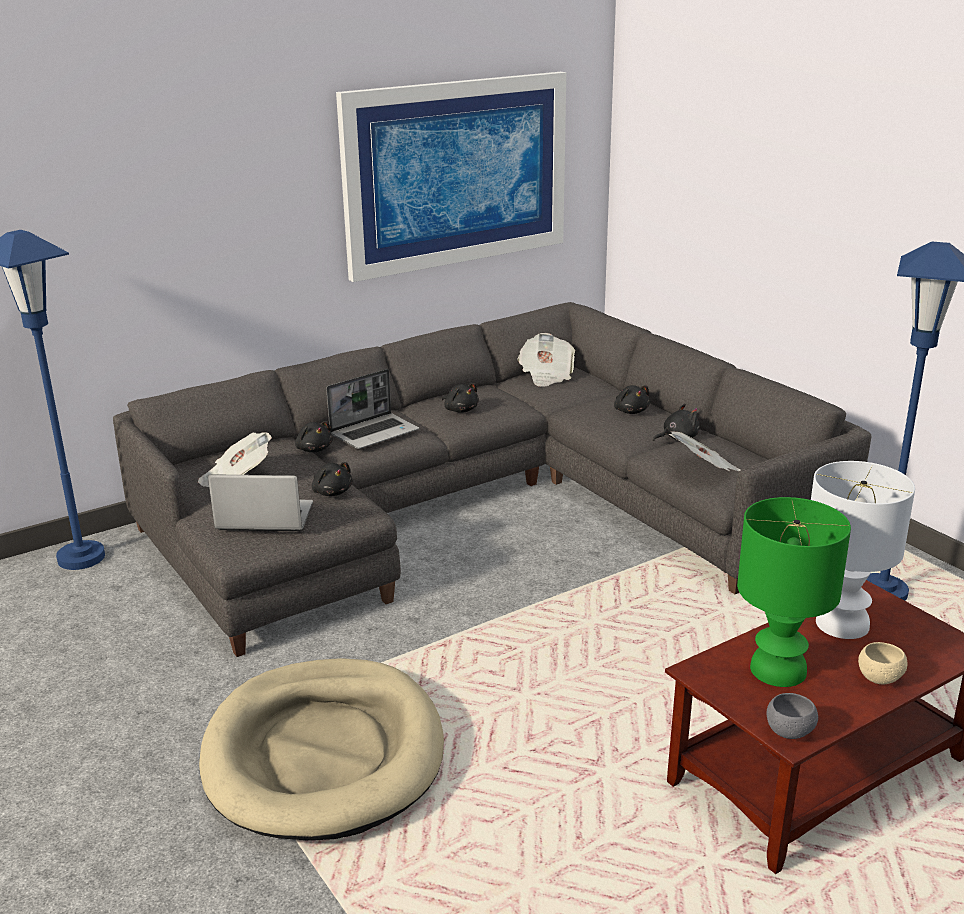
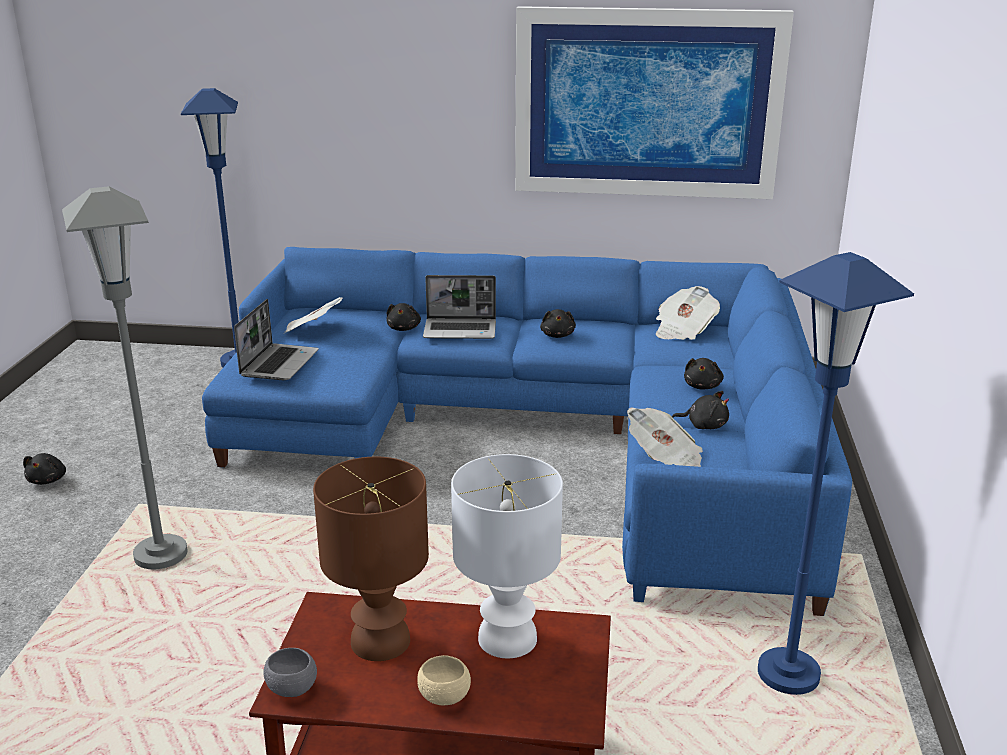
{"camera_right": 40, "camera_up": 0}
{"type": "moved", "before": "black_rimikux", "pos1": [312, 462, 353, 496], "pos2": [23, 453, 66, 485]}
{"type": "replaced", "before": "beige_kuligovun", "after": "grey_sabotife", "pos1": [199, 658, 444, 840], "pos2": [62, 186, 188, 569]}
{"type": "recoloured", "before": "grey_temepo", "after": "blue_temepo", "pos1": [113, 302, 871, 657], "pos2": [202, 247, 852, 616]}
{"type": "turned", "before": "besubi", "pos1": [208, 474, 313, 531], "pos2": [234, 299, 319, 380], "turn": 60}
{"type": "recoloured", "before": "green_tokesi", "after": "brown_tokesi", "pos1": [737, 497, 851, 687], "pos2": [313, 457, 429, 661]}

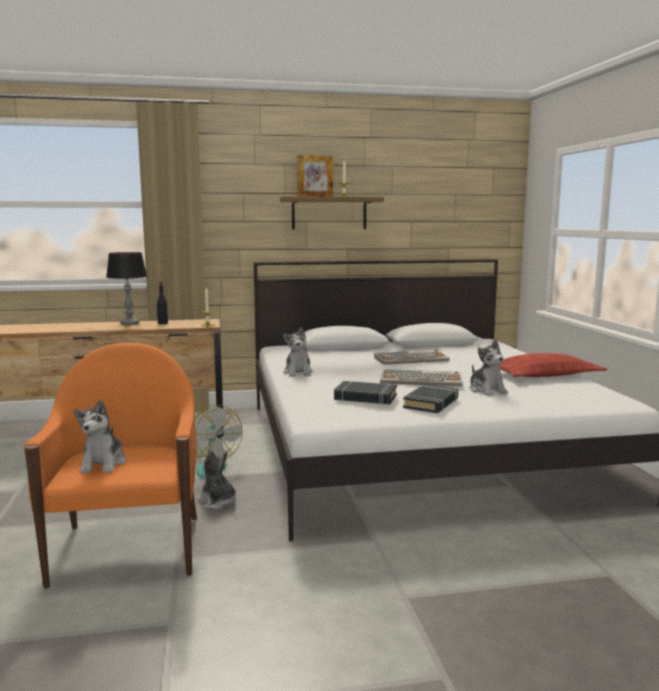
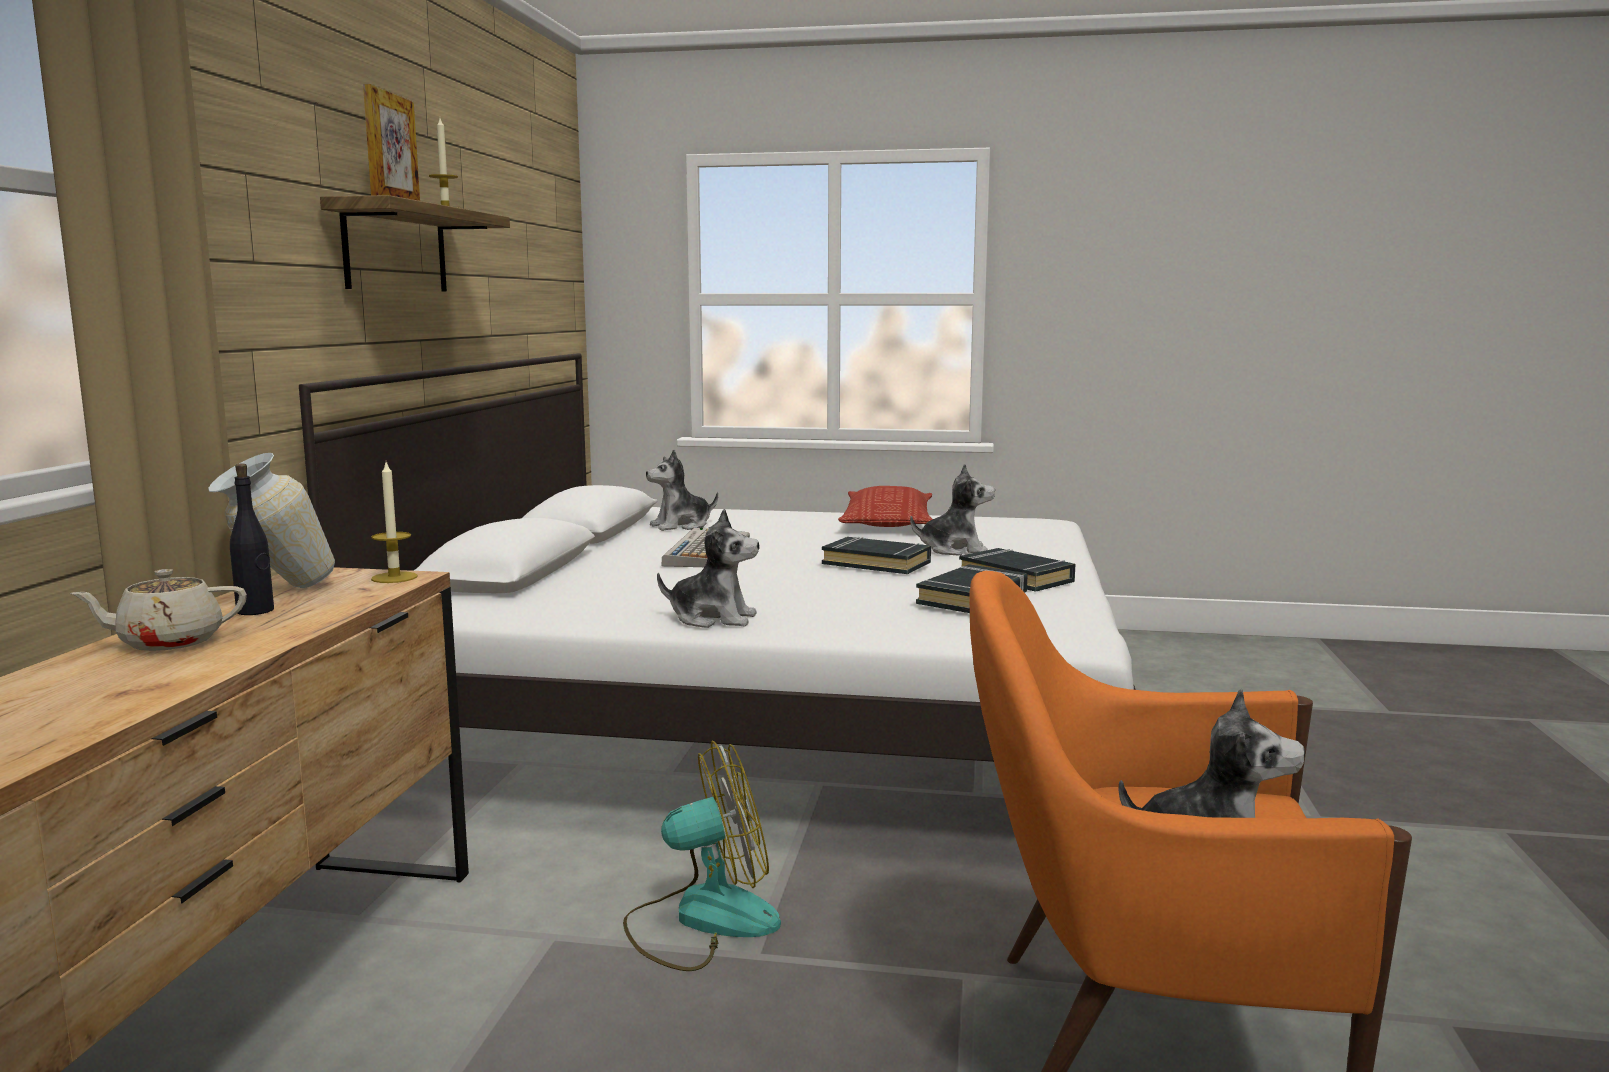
{"camera_right": -70, "camera_up": 0}
{"type": "replaced", "before": "tokesi", "after": "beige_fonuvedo", "pos1": [106, 252, 147, 325], "pos2": [70, 569, 247, 651]}
{"type": "added", "after": "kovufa", "pos2": [208, 453, 335, 588]}
{"type": "moved", "before": "rimikux", "pos1": [197, 449, 236, 510], "pos2": [646, 450, 718, 531]}
{"type": "replaced", "before": "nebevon", "after": "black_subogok", "pos1": [380, 369, 462, 387], "pos2": [822, 537, 931, 574]}

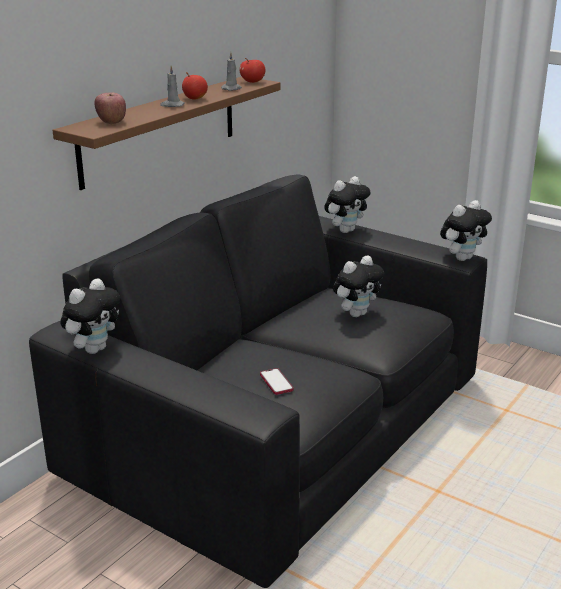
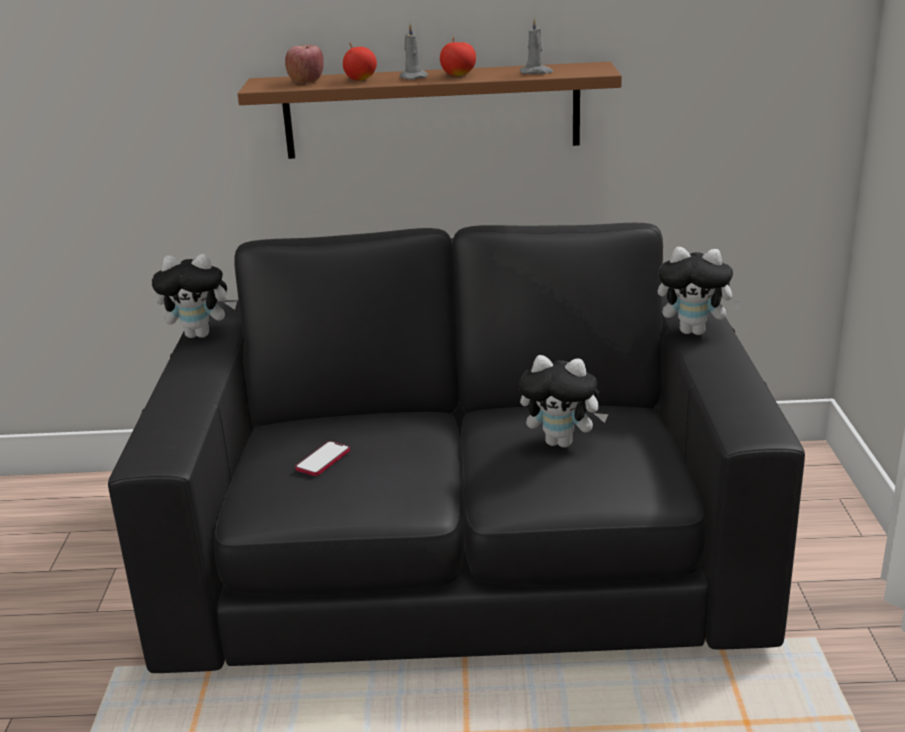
{"camera_right": 55, "camera_up": 0}
{"type": "moved", "before": "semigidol", "pos1": [239, 58, 265, 83], "pos2": [343, 43, 377, 81]}
{"type": "removed", "before": "rimikux", "pos1": [440, 200, 492, 261]}

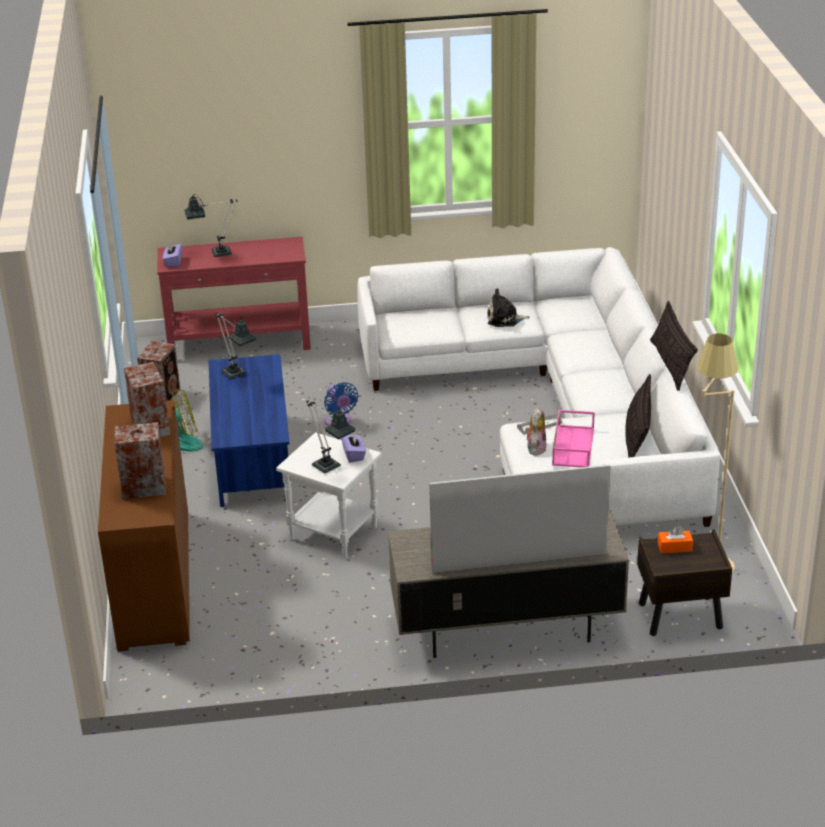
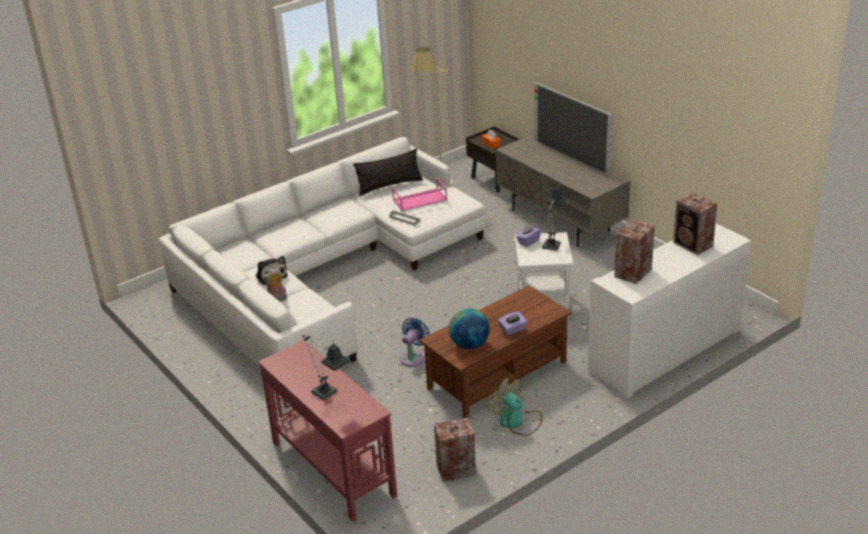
{"camera_right": -120, "camera_up": 0}
{"type": "moved", "before": "rimikux", "pos1": [525, 408, 546, 456], "pos2": [261, 268, 287, 302]}
{"type": "recoloured", "before": "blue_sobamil", "after": "brown_sobamil", "pos1": [209, 354, 290, 507], "pos2": [420, 285, 571, 418]}
{"type": "replaced", "before": "tokesi", "after": "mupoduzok", "pos1": [216, 313, 256, 379], "pos2": [449, 308, 490, 349]}
{"type": "moved", "before": "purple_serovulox", "pos1": [163, 242, 182, 267], "pos2": [498, 312, 527, 336]}
{"type": "recoloured", "before": "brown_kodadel", "after": "white_kodadel", "pos1": [98, 400, 190, 652], "pos2": [588, 223, 751, 398]}
{"type": "removed", "before": "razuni", "pos1": [650, 301, 698, 391]}

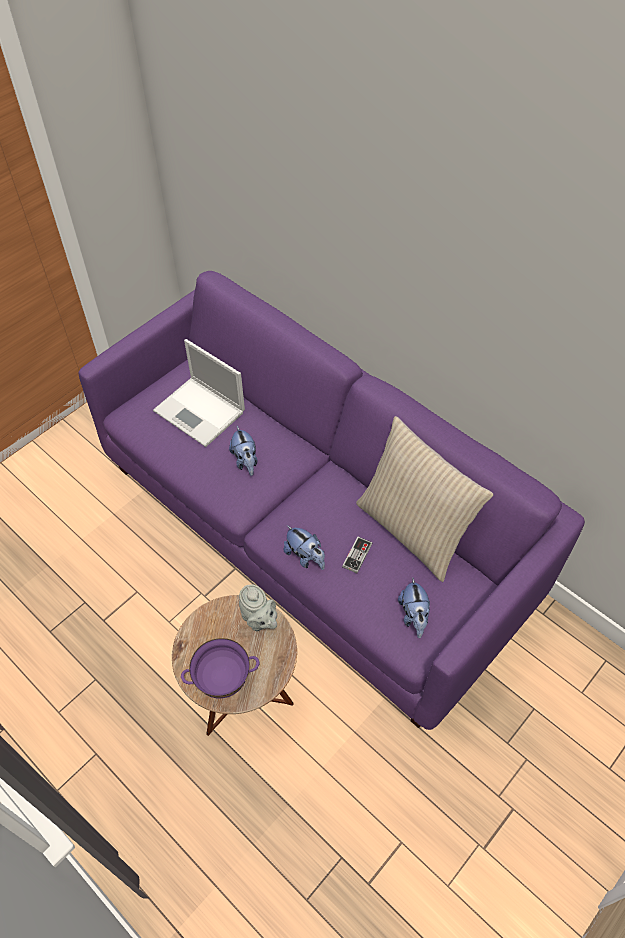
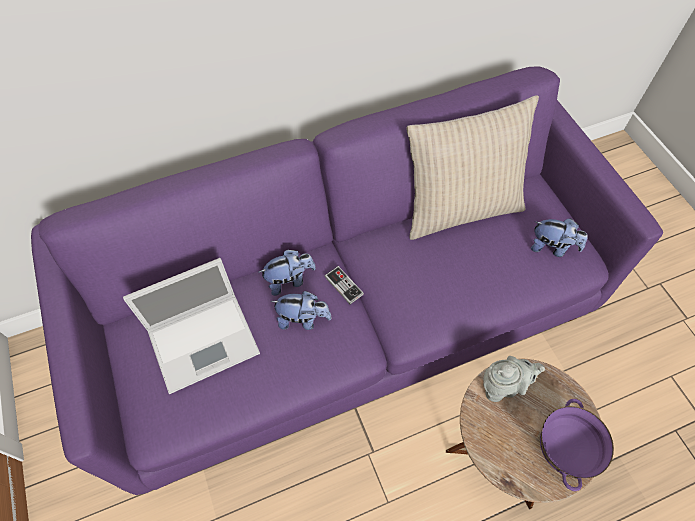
{"camera_right": -65, "camera_up": 5}
{"type": "moved", "before": "rimikux", "pos1": [284, 525, 325, 570], "pos2": [259, 249, 316, 296]}
{"type": "moved", "before": "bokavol", "pos1": [342, 537, 372, 573], "pos2": [325, 266, 364, 304]}

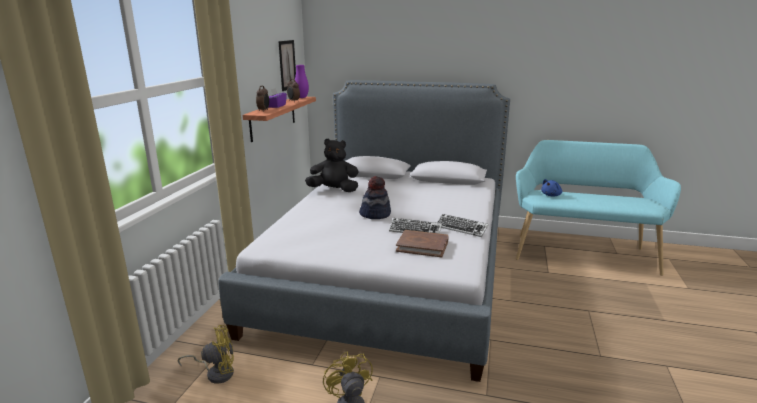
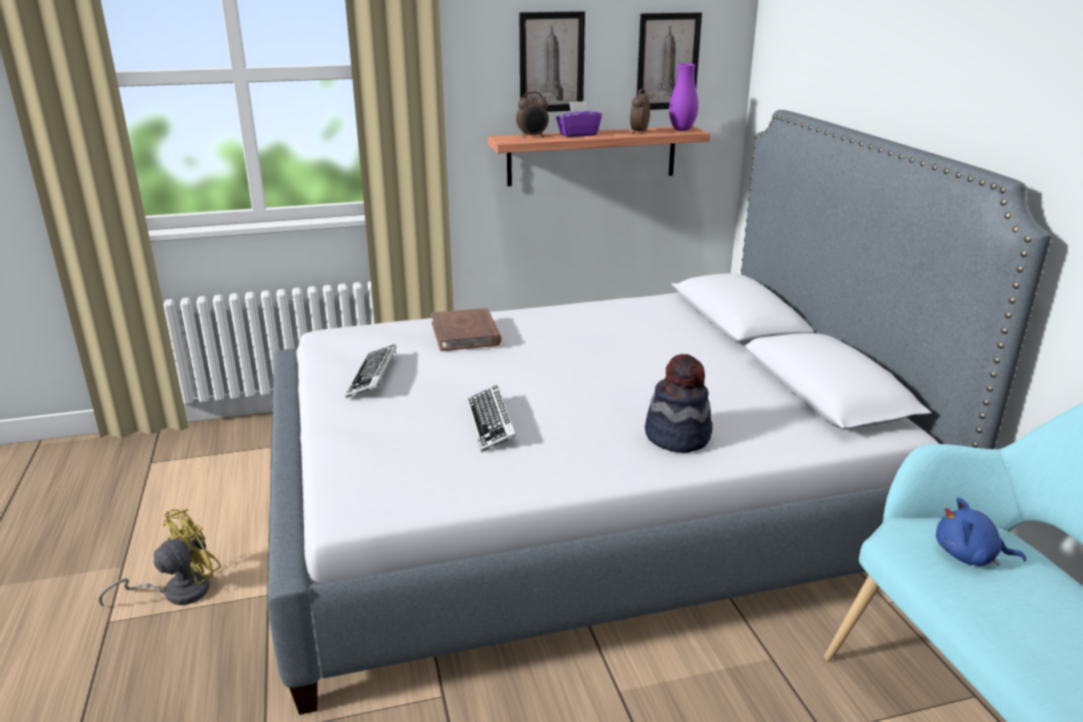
{"camera_right": 60, "camera_up": 5}
{"type": "moved", "before": "nebevon", "pos1": [437, 214, 489, 237], "pos2": [345, 344, 397, 398]}
{"type": "moved", "before": "brown_subogok", "pos1": [396, 230, 449, 257], "pos2": [431, 308, 502, 351]}
{"type": "added", "after": "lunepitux", "pos2": [519, 11, 585, 112]}
{"type": "moved", "before": "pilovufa", "pos1": [359, 176, 391, 219], "pos2": [645, 354, 713, 453]}
{"type": "removed", "before": "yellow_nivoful", "pos1": [178, 325, 234, 384]}
{"type": "removed", "before": "black_rimikux", "pos1": [305, 139, 359, 192]}

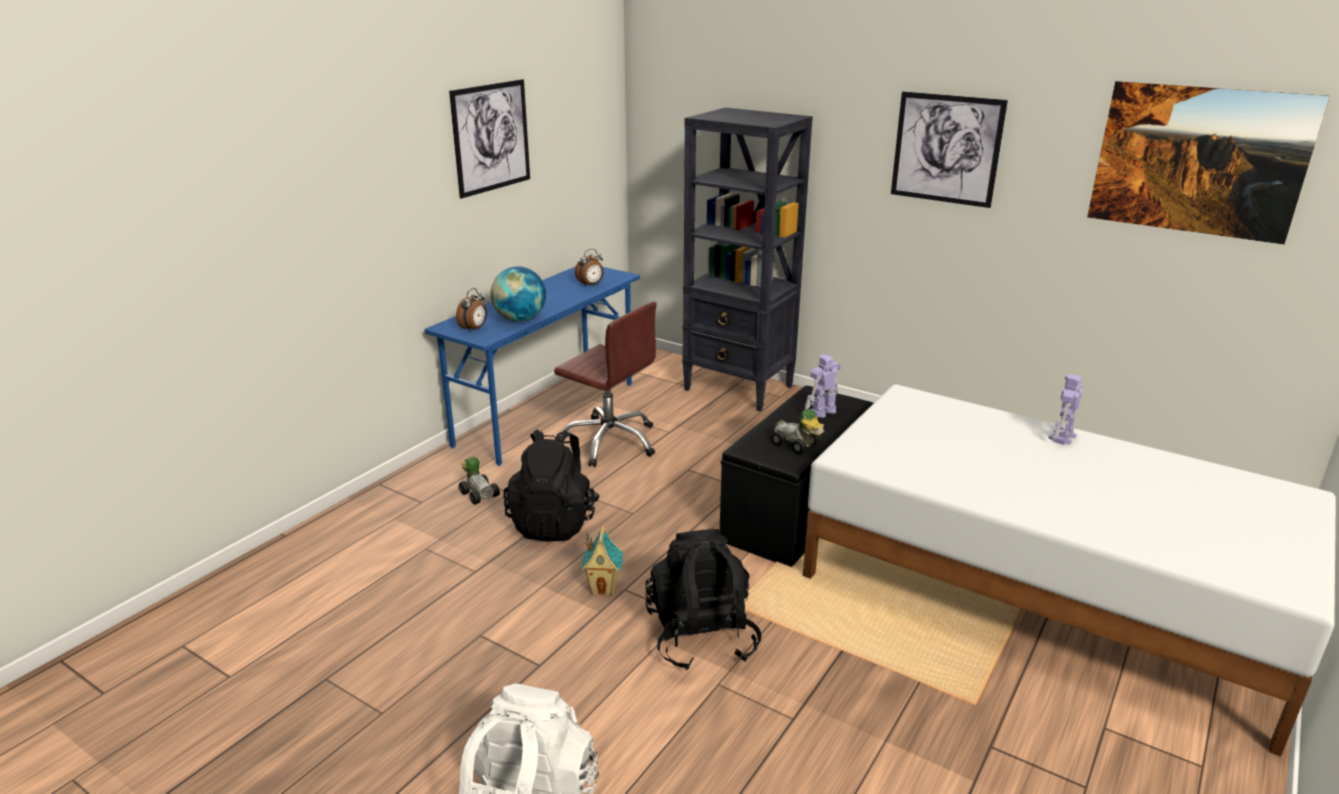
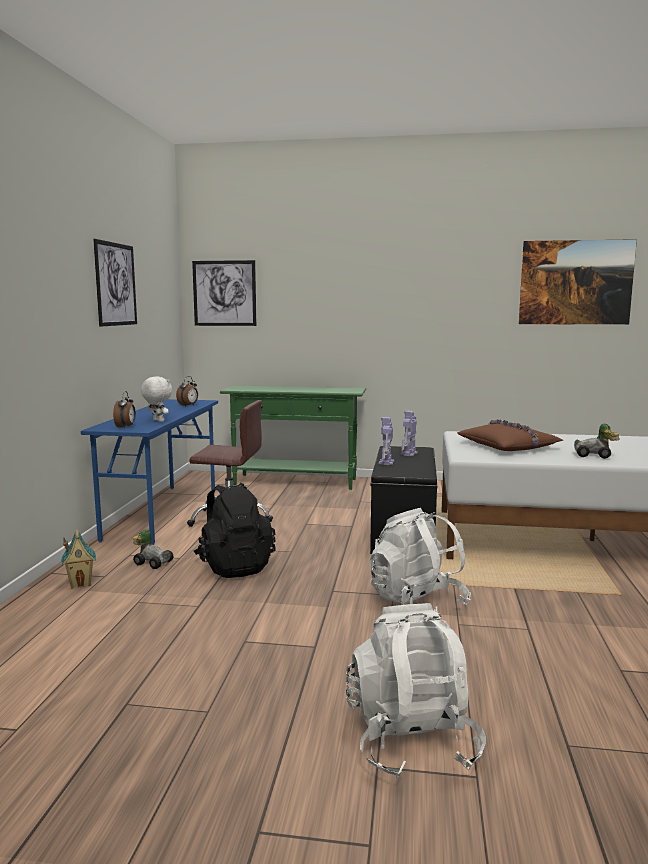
{"camera_right": -25, "camera_up": -15}
{"type": "moved", "before": "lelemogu", "pos1": [581, 526, 623, 596], "pos2": [62, 529, 96, 589]}
{"type": "replaced", "before": "mupoduzok", "after": "white_rimikux", "pos1": [490, 266, 546, 322], "pos2": [141, 377, 172, 422]}
{"type": "moved", "before": "lunepitux", "pos1": [891, 91, 1008, 208], "pos2": [192, 260, 257, 326]}
{"type": "replaced", "before": "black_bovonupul", "after": "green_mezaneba", "pos1": [682, 108, 813, 412], "pos2": [220, 385, 366, 490]}
{"type": "recoloured", "before": "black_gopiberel", "after": "white_gopiberel", "pos1": [646, 529, 762, 670], "pos2": [369, 508, 471, 613]}
{"type": "moved", "before": "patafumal", "pos1": [1049, 374, 1083, 445], "pos2": [378, 417, 394, 465]}
{"type": "added", "after": "brown_razuni", "pos2": [457, 419, 564, 451]}
{"type": "moved", "before": "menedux", "pos1": [771, 409, 824, 454], "pos2": [574, 424, 620, 459]}

